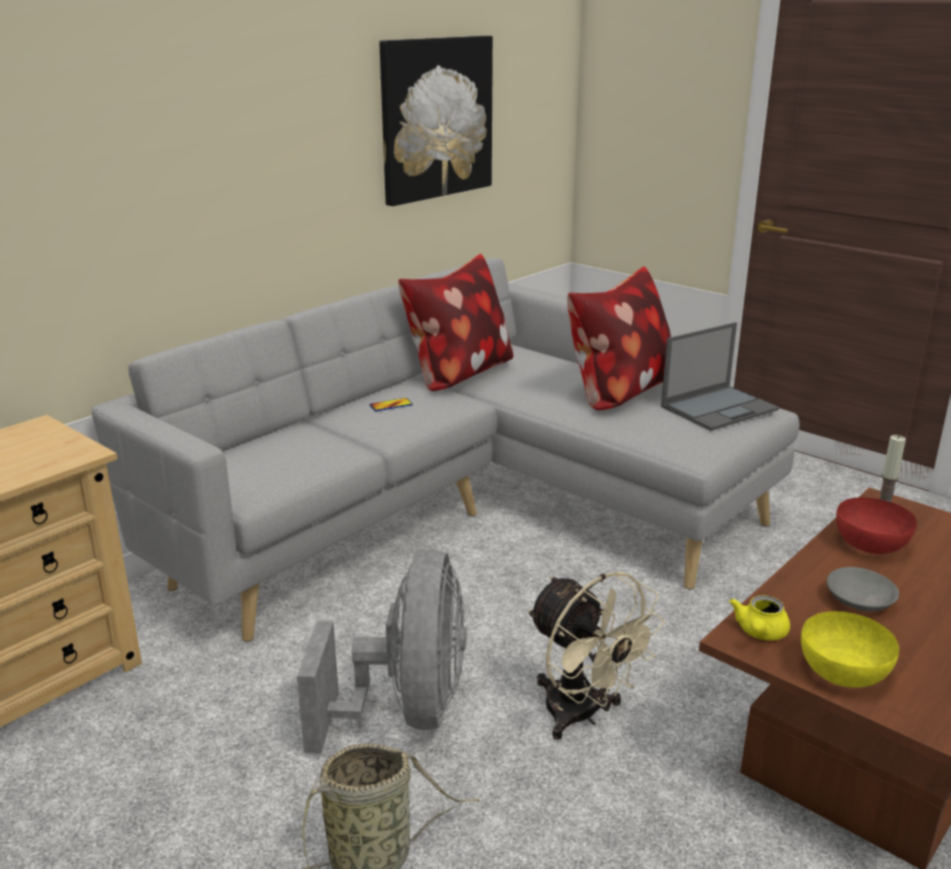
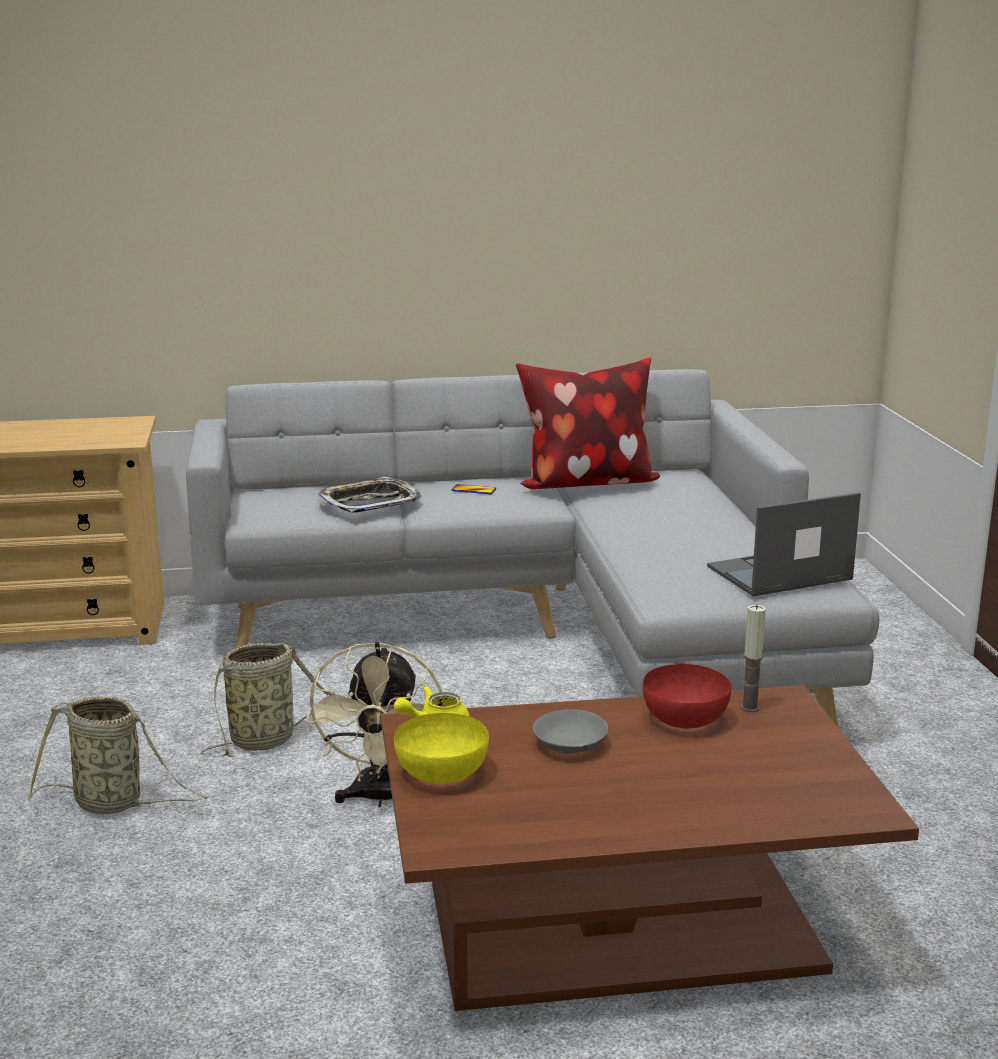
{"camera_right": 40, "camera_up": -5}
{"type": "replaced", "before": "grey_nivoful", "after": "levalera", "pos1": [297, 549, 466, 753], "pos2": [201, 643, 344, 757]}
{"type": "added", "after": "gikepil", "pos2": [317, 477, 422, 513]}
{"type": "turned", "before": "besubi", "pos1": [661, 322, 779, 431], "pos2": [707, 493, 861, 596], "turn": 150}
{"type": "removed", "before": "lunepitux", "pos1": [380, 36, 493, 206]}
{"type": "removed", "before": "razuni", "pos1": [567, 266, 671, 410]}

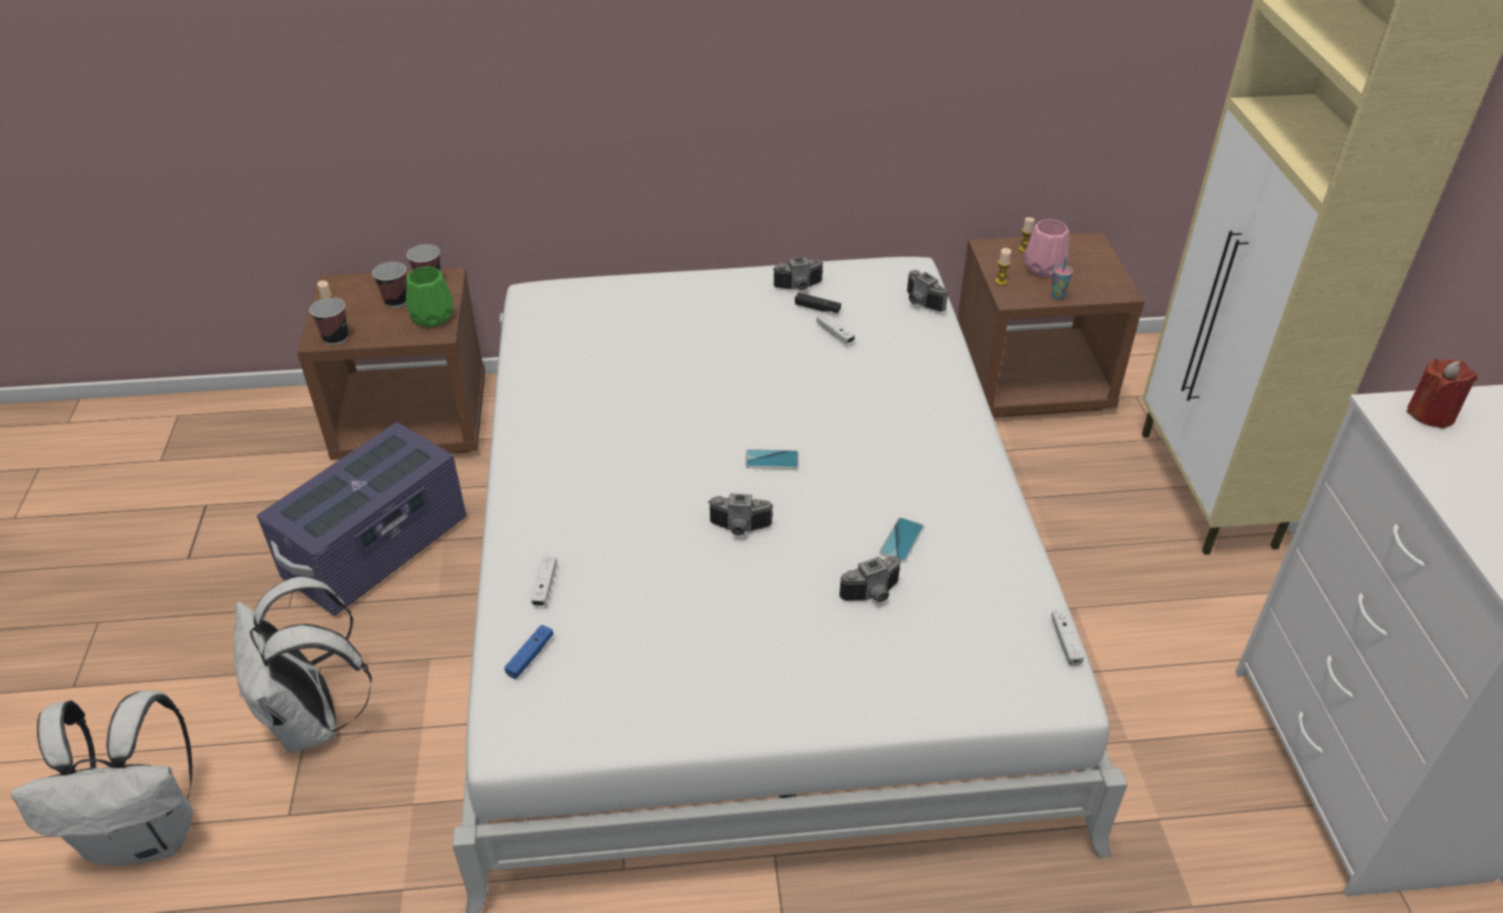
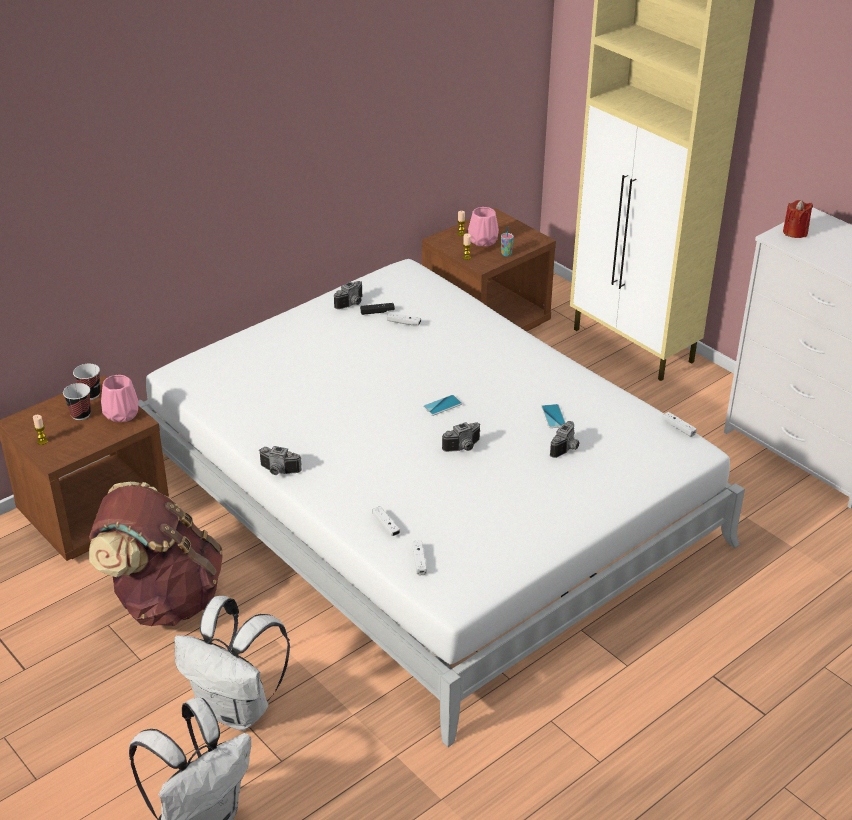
{"camera_right": -35, "camera_up": -5}
{"type": "replaced", "before": "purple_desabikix", "after": "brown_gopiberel", "pos1": [257, 422, 467, 615], "pos2": [89, 482, 223, 626]}
{"type": "recoloured", "before": "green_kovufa", "after": "pink_kovufa", "pos1": [406, 267, 453, 328], "pos2": [101, 375, 139, 422]}
{"type": "moved", "before": "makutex", "pos1": [907, 270, 948, 312], "pos2": [259, 446, 302, 475]}
{"type": "recoloured", "before": "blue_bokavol", "after": "white_bokavol", "pos1": [504, 625, 554, 679], "pos2": [412, 540, 427, 575]}
{"type": "removed", "before": "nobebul", "pos1": [310, 297, 348, 345]}

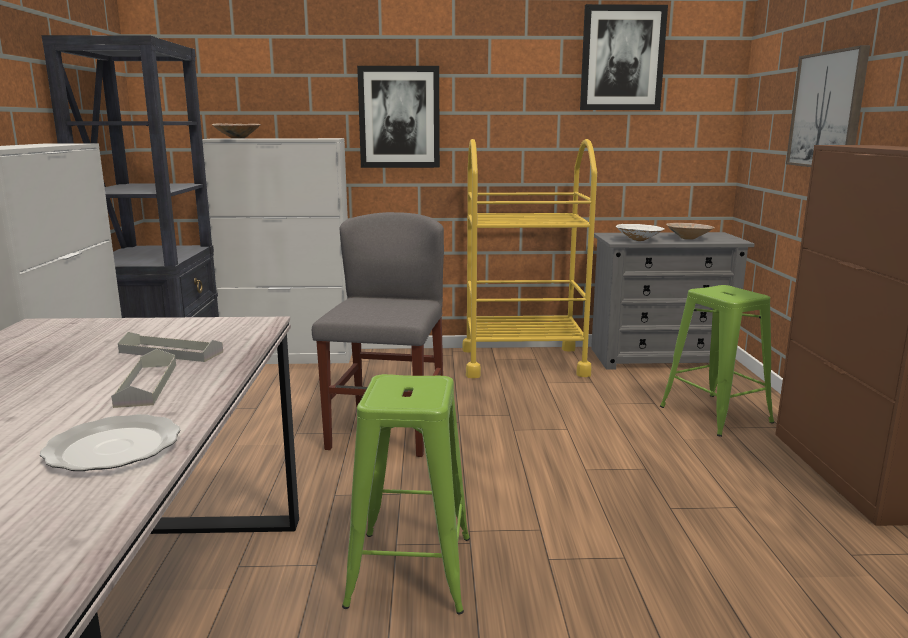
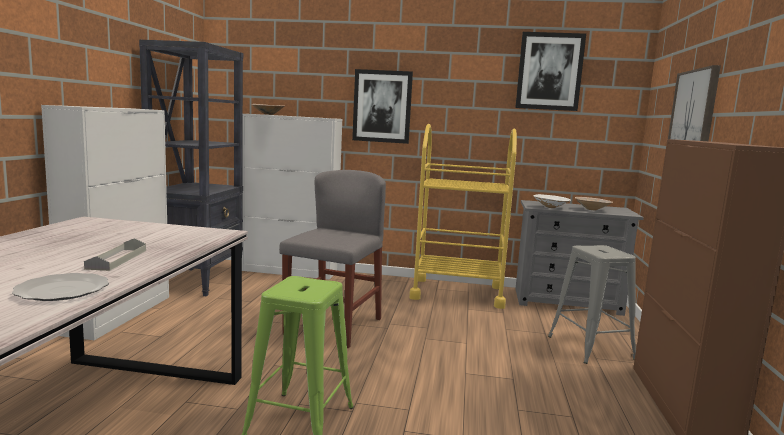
{"camera_right": 10, "camera_up": -5}
{"type": "recoloured", "before": "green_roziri", "after": "grey_roziri", "pos1": [660, 285, 774, 437], "pos2": [548, 245, 636, 364]}
{"type": "removed", "before": "grey_gikepil", "pos1": [118, 332, 223, 362]}

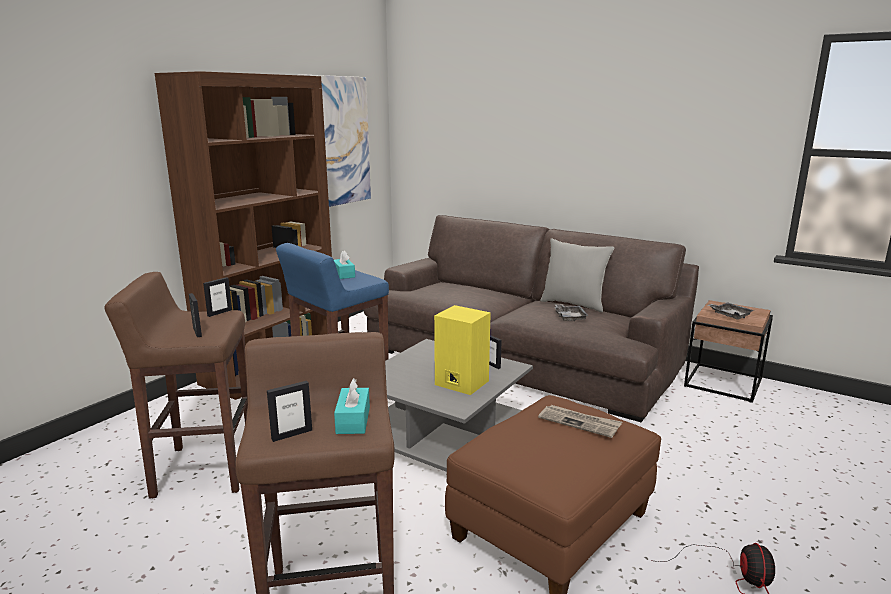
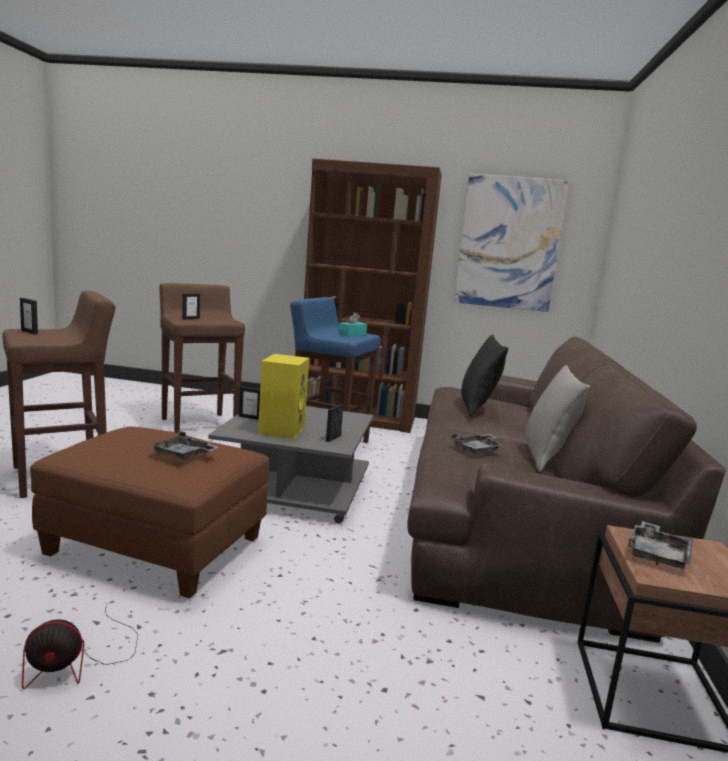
{"camera_right": 65, "camera_up": -5}
{"type": "replaced", "before": "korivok", "after": "grey_gikepil", "pos1": [538, 405, 622, 438], "pos2": [150, 431, 219, 460]}
{"type": "moved", "before": "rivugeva", "pos1": [203, 277, 232, 317], "pos2": [239, 386, 260, 420]}
{"type": "added", "after": "black_razuni", "pos2": [461, 335, 508, 417]}
{"type": "removed", "before": "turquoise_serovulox", "pos1": [334, 378, 370, 434]}

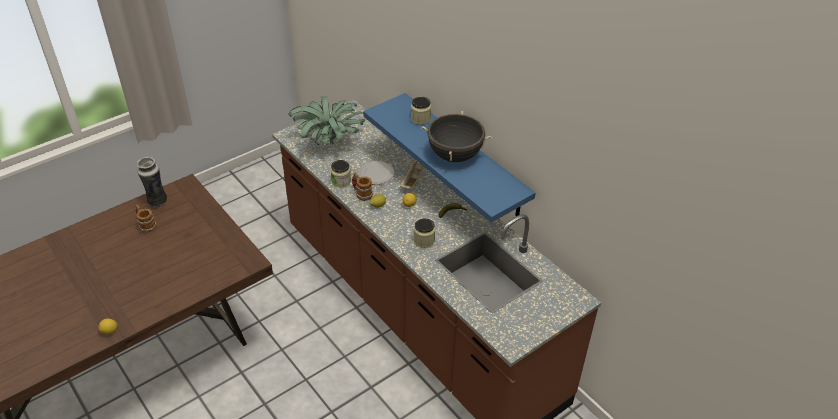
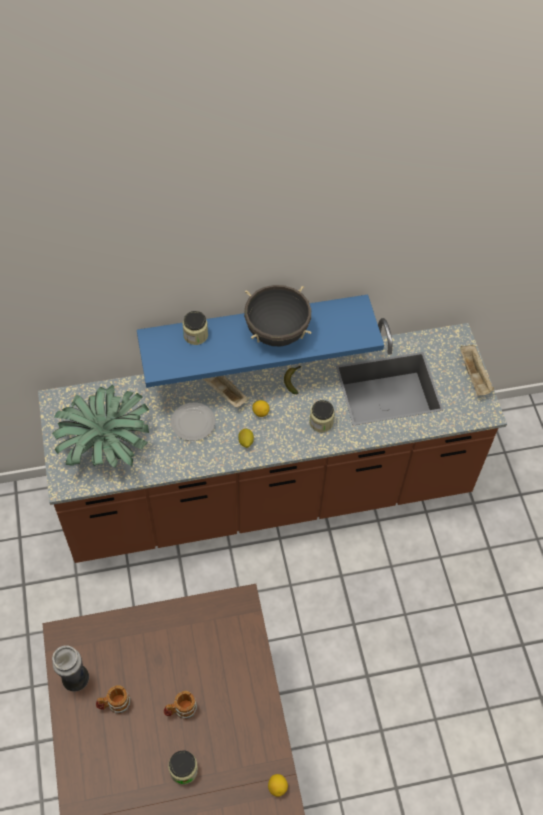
{"camera_right": -65, "camera_up": 15}
{"type": "moved", "before": "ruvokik", "pos1": [352, 172, 373, 201], "pos2": [164, 691, 197, 719]}
{"type": "moved", "before": "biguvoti", "pos1": [330, 160, 351, 188], "pos2": [168, 750, 198, 785]}
{"type": "added", "after": "beige_gikepil", "pos2": [460, 345, 494, 396]}

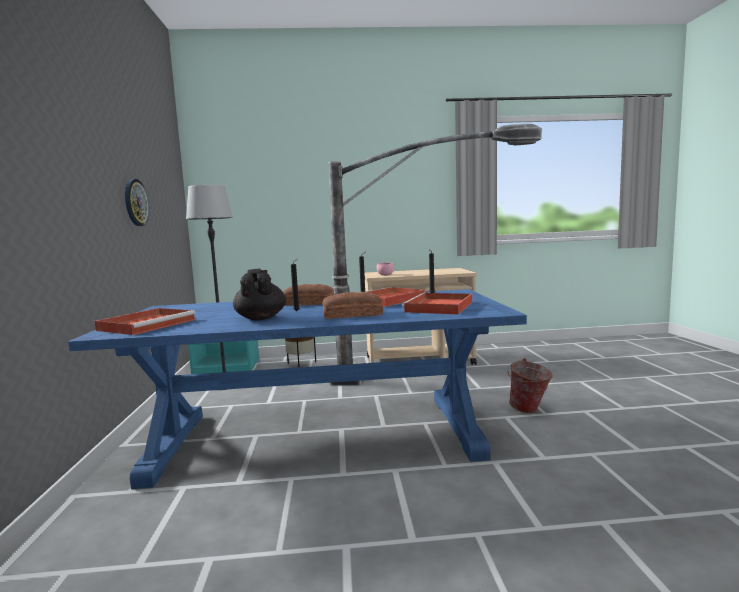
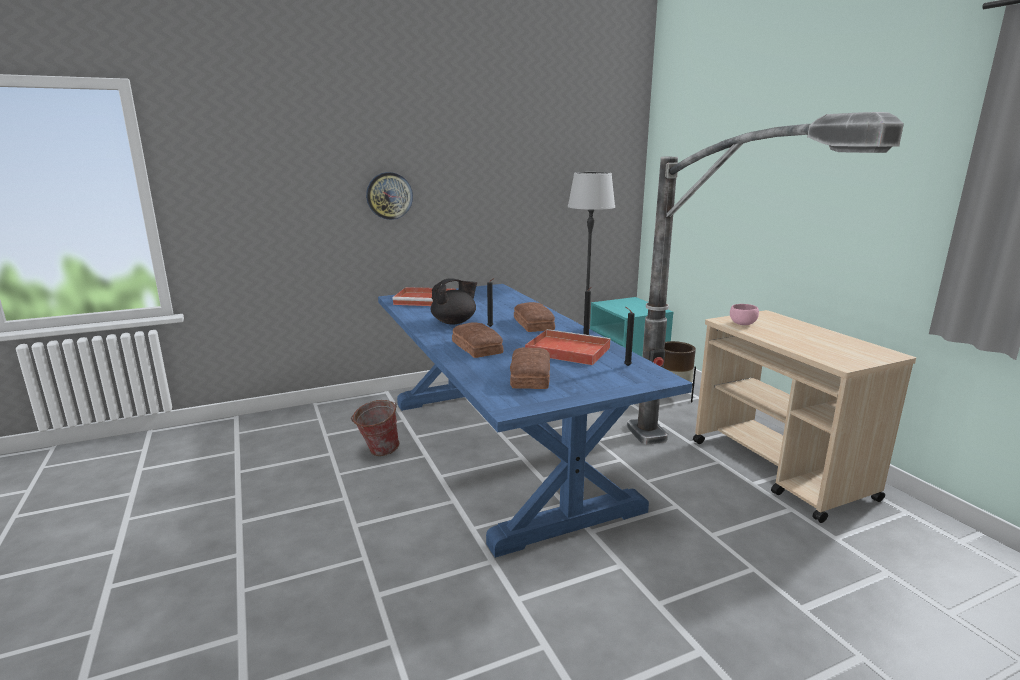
{"camera_right": 70, "camera_up": 10}
{"type": "moved", "before": "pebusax", "pos1": [507, 358, 553, 413], "pos2": [351, 400, 400, 456]}
{"type": "moved", "before": "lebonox", "pos1": [125, 179, 149, 226], "pos2": [366, 172, 413, 220]}
{"type": "replaced", "before": "red_gikepil", "after": "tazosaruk", "pos1": [402, 293, 472, 314], "pos2": [510, 347, 550, 389]}

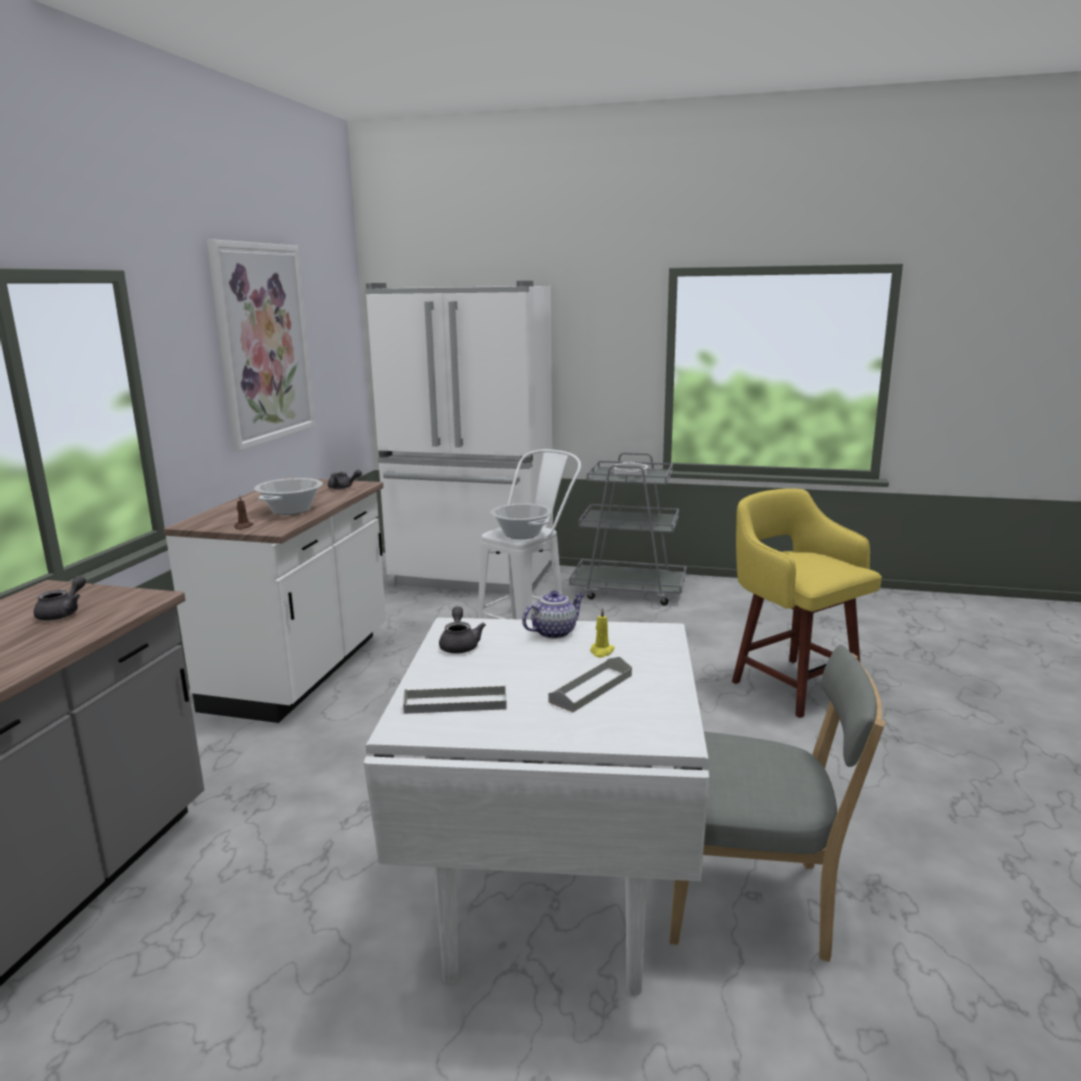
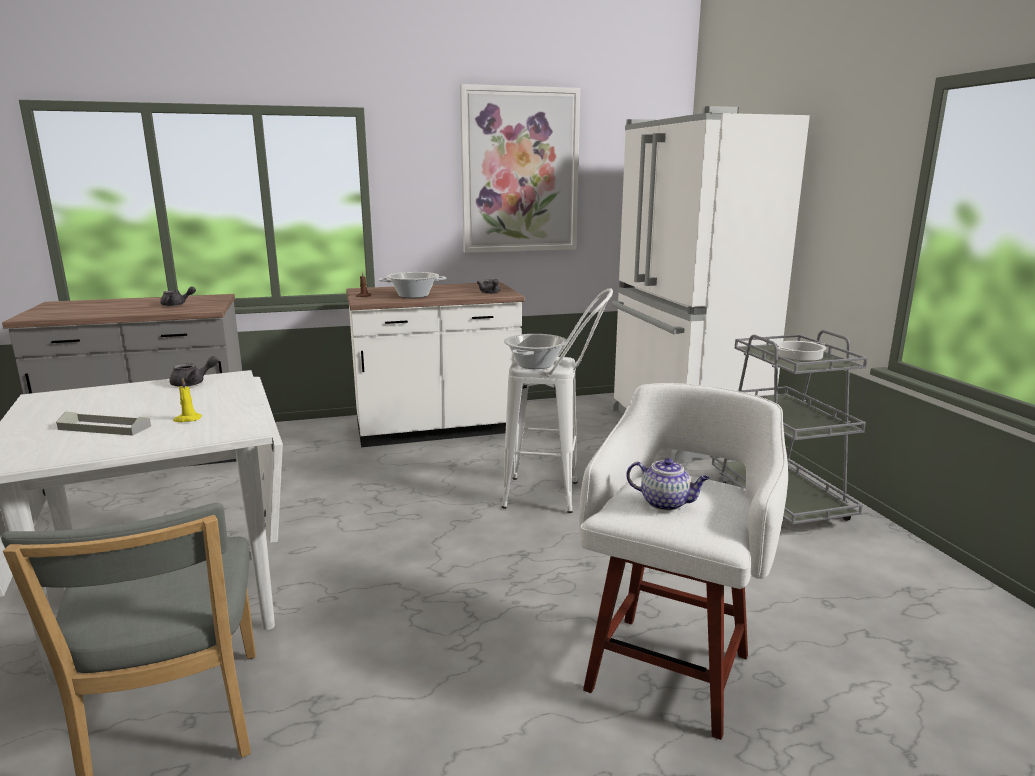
{"camera_right": 60, "camera_up": 0}
{"type": "recoloured", "before": "yellow_roziri", "after": "white_roziri", "pos1": [732, 488, 882, 718], "pos2": [579, 383, 788, 740]}
{"type": "moved", "before": "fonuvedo", "pos1": [522, 591, 584, 639], "pos2": [626, 458, 710, 511]}
{"type": "removed", "before": "grey_gikepil", "pos1": [403, 685, 507, 714]}

